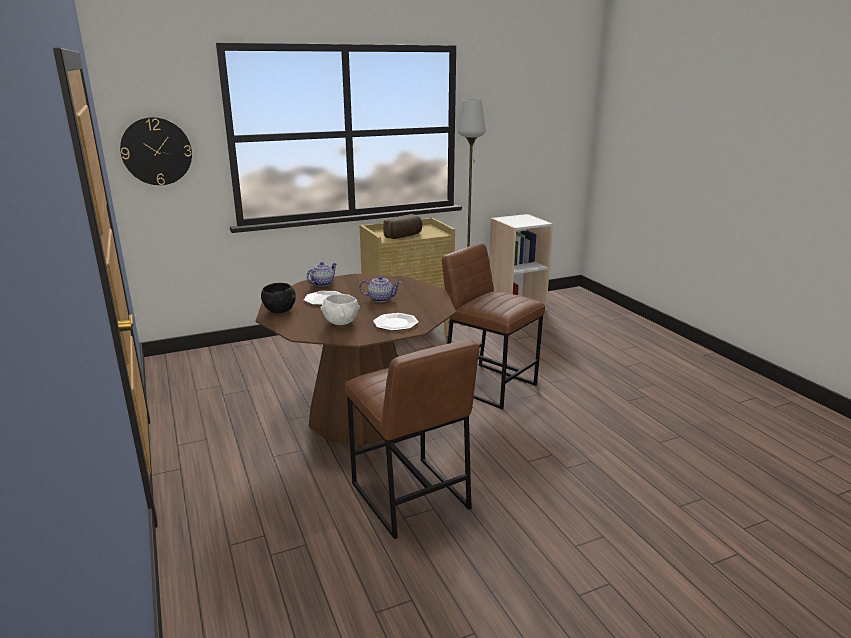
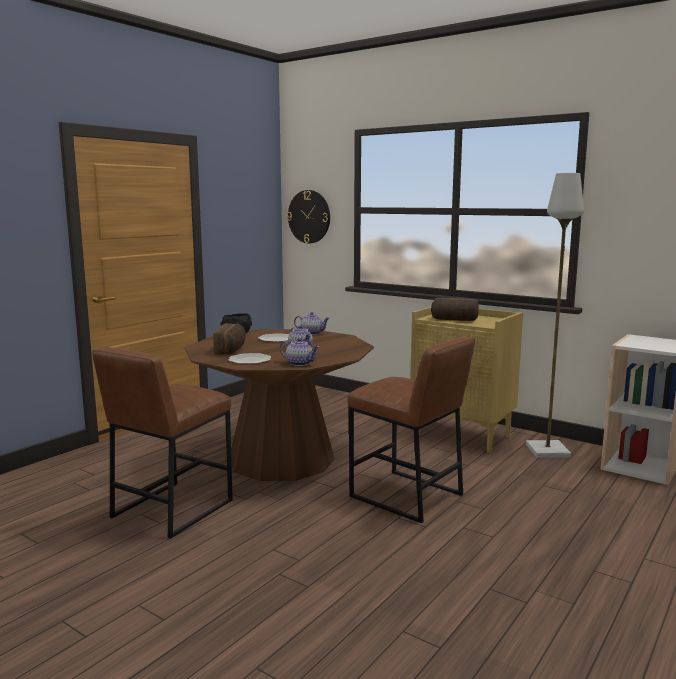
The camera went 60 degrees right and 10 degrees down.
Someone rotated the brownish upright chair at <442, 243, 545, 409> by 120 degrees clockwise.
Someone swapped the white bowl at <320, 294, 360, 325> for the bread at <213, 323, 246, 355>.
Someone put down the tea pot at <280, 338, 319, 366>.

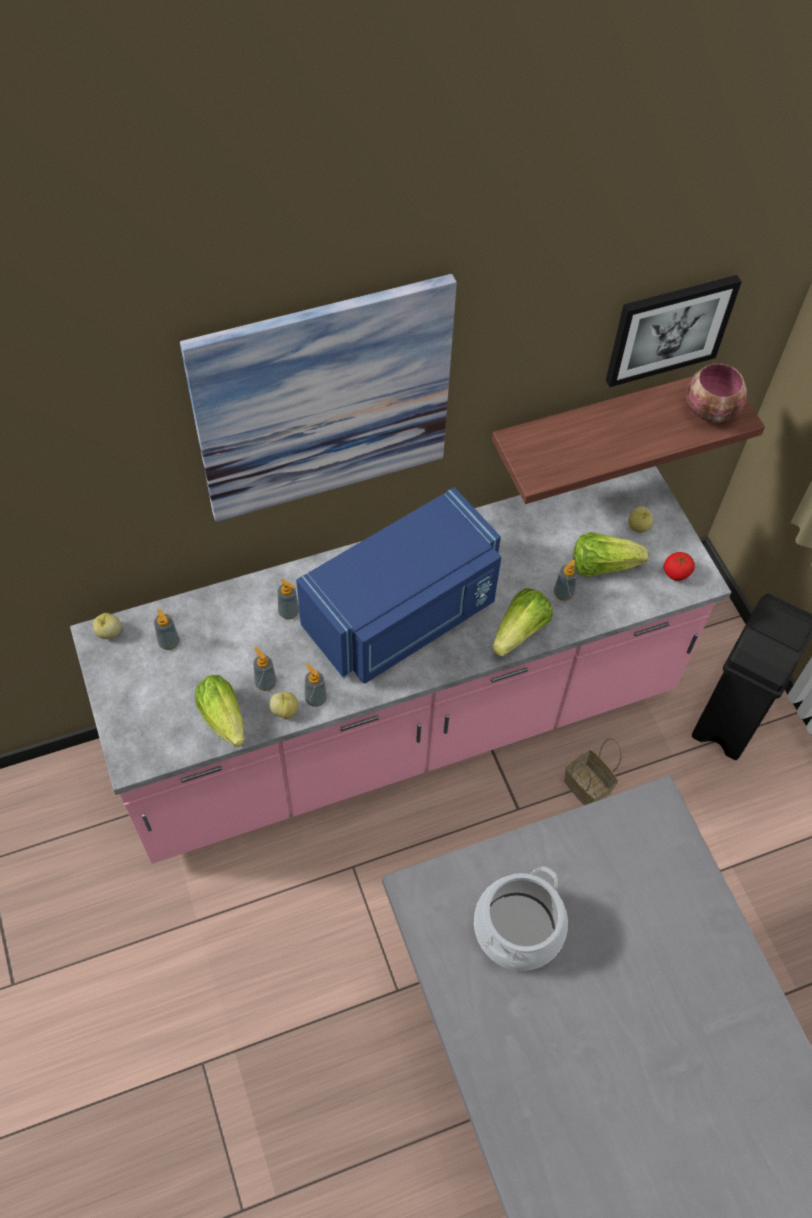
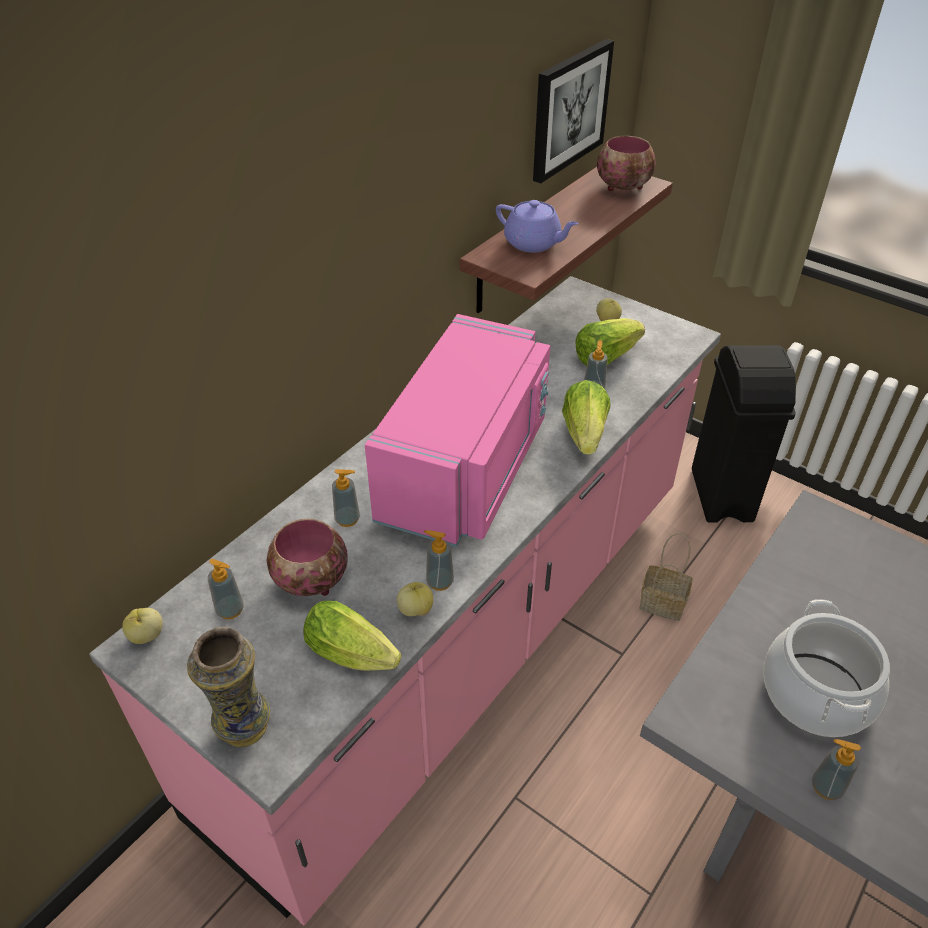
The camera went 30 degrees left and 15 degrees down.
Someone took away the picture at <180, 274, 457, 522>.
Someone repainted the blue microwave oven at <296, 487, 501, 683>, which became the pink microwave oven at <365, 314, 550, 547>.
Someone took away the fresh tomato at <663, 552, 695, 581>.
Someone carried the soap dispenser from <253, 647, 277, 691> to <812, 739, 861, 800>.
Someone put down the purple-coloured tea pot at <496, 200, 579, 252>.
Someone put down the bowl at <267, 518, 348, 596>.
Someone put down the vase at <187, 627, 270, 747>.

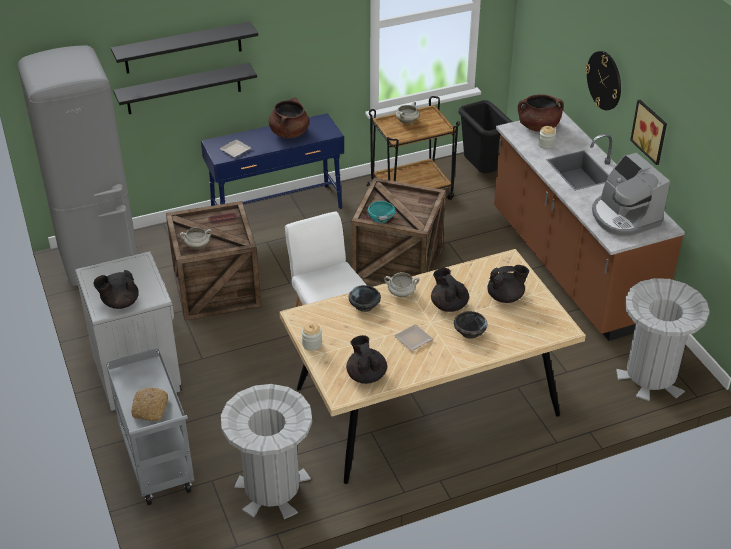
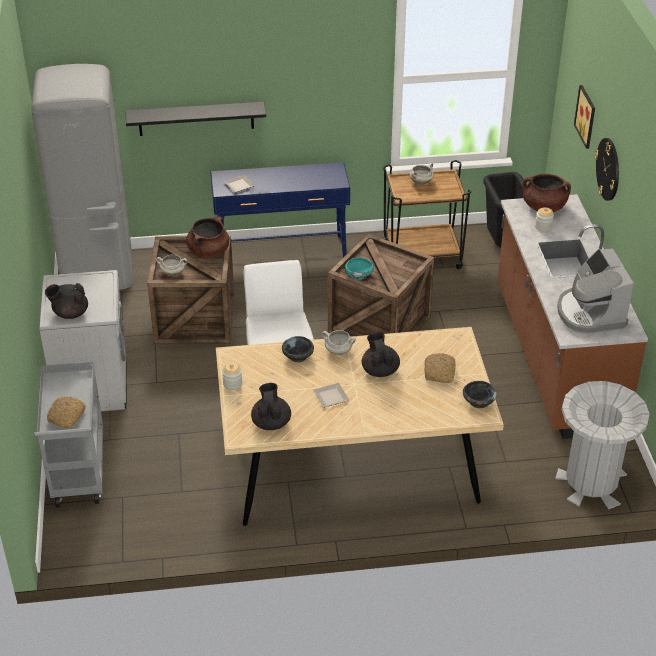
The camera went 15 degrees right and 0 degrees up.
Someone took away the black-coloured bracket shelf at <111, 22, 258, 74>.
Someone carried the brownish stockpot from <269, 98, 309, 138> to <186, 216, 229, 259>.
Someone carried the picture from <630, 100, 667, 165> to <574, 85, 595, 149>.
Someone swapped the black-coloured tea pot at <487, 265, 529, 303> for the bread at <424, 353, 456, 383>.
Someone carried the black-coloured bowl from <454, 311, 487, 339> to <463, 381, 497, 408>.
Someone took away the gray rubbish bin at <221, 384, 312, 519>.

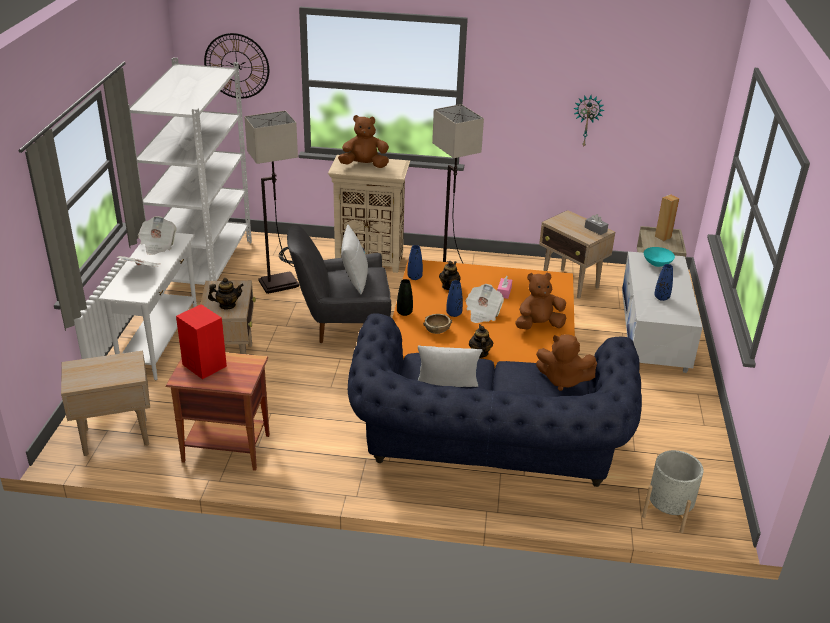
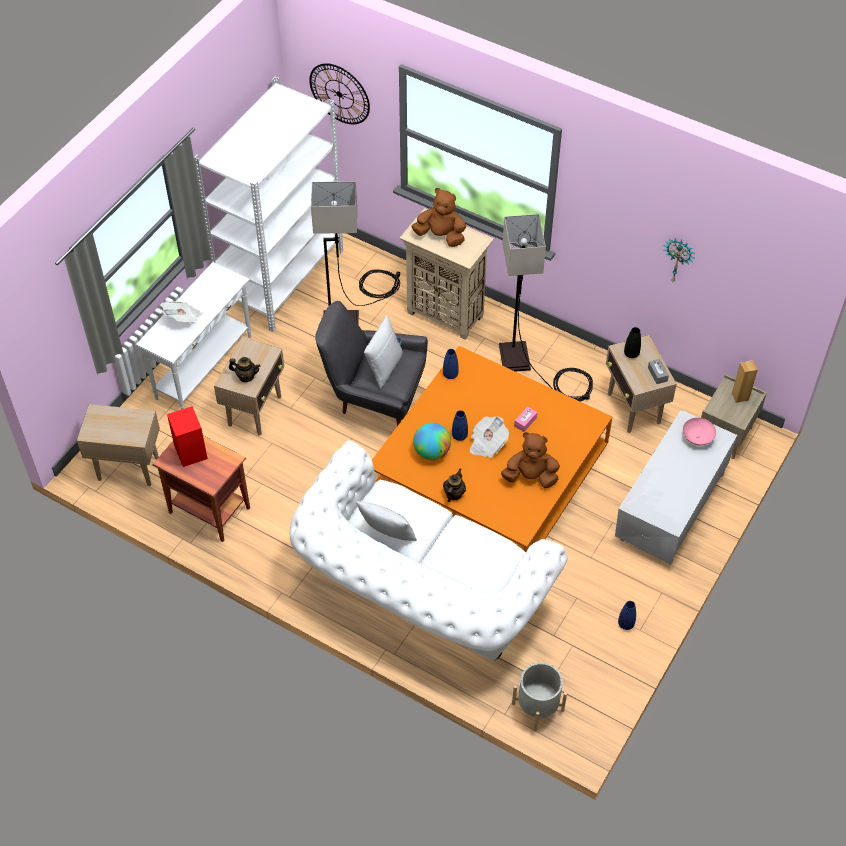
The camera went 25 degrees right and 20 degrees up.
Someone took away the daily paper at <138, 216, 177, 255>.
Someone repainted the turquoise bowl at <644, 247, 675, 267>, which became the pink bowl at <683, 418, 716, 445>.
Someone took away the tea pot at <439, 261, 461, 290>.
Someone carried the blue vase from <654, 264, 673, 301> to <618, 601, 636, 630>.
Someone carried the black-coloured vase from <397, 279, 413, 316> to <624, 327, 641, 358>.
Someone repainted the blue settee at <348, 313, 642, 487>, which became the white settee at <290, 440, 568, 660>.
Someone swapped the brownish bowl at <423, 314, 452, 334> for the desk globe at <413, 423, 451, 460>.
Someone took away the brownish plush toy at <536, 334, 597, 391>.

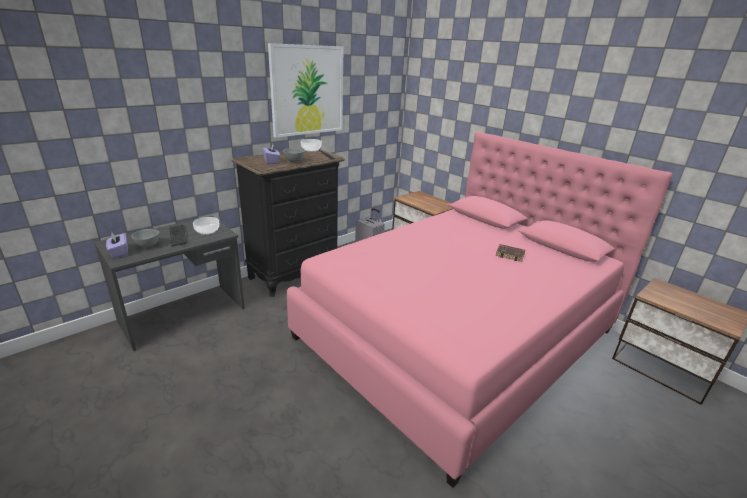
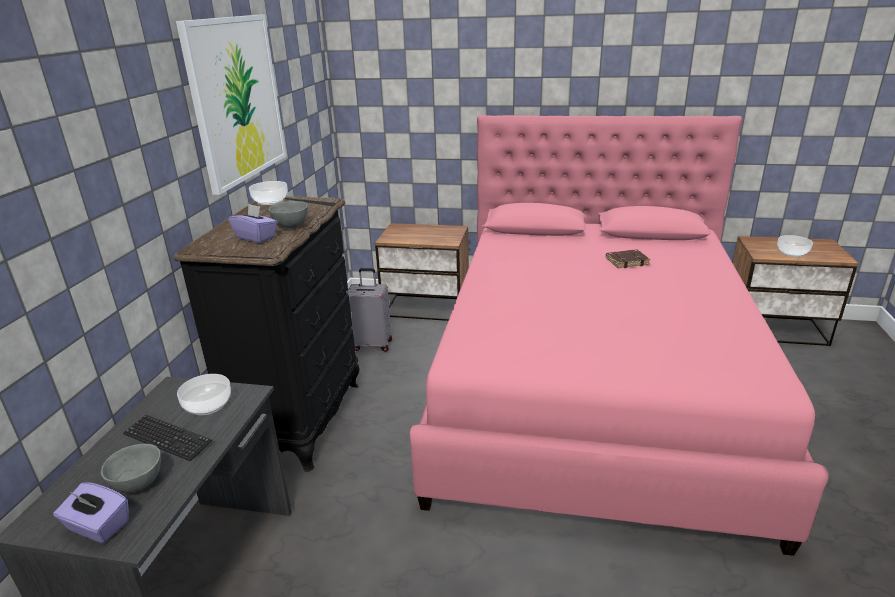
The camera went 35 degrees left and 0 degrees up.
Someone put down the bowl at <777, 235, 813, 257>.

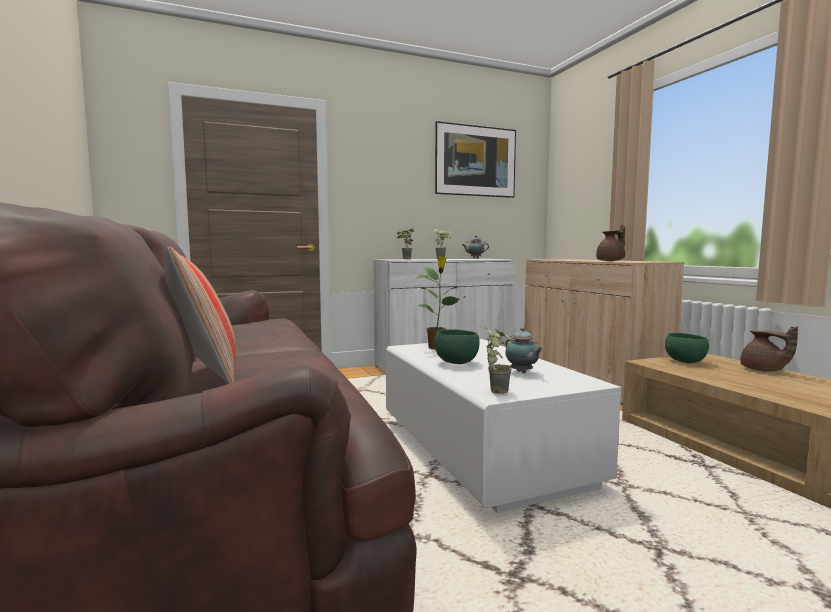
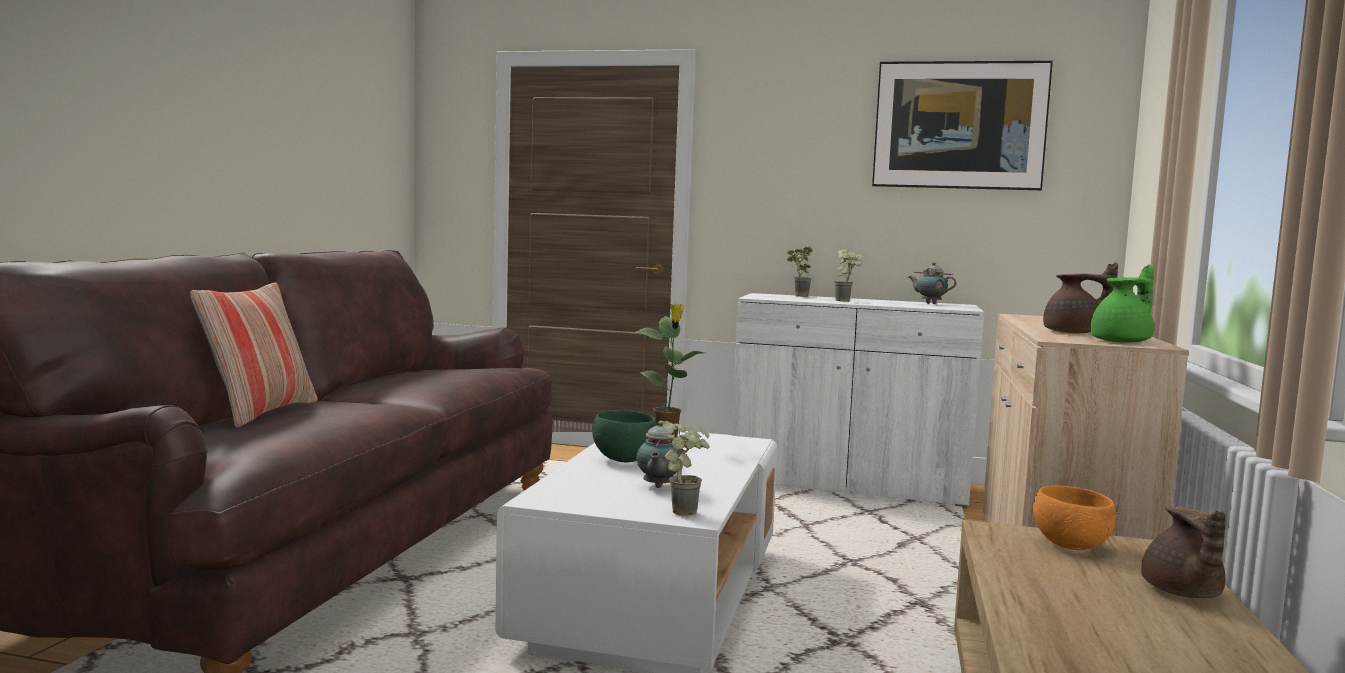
The camera went 35 degrees right and 0 degrees up.
Someone carried the potted plant from <483, 327, 512, 394> to <662, 421, 710, 516>.
Someone repainted the greenish bowl at <665, 333, 709, 363>, which became the orange bowl at <1033, 486, 1116, 550>.
Someone put down the greenish tea pot at <1090, 265, 1154, 343>.

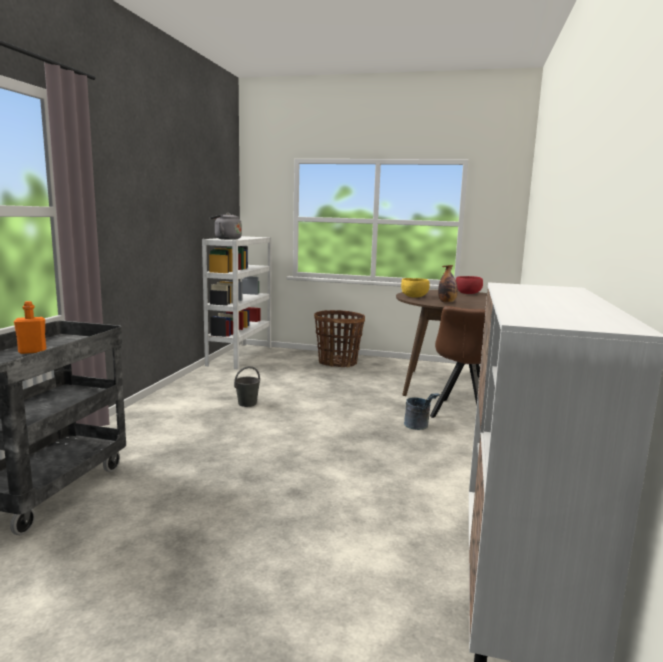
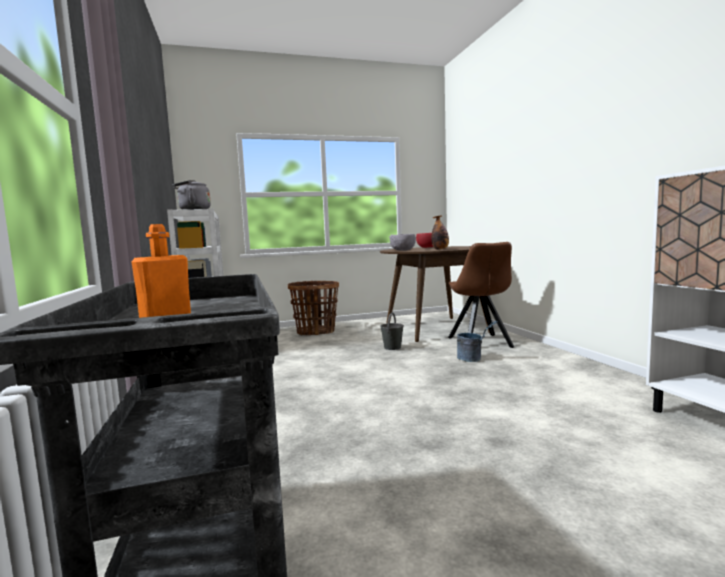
The camera went 30 degrees left and 5 degrees down.
Someone repainted the yellowish bowl at <401, 278, 430, 298>, which became the gray bowl at <389, 234, 416, 251>.
Someone carried the gray bucket from <234, 366, 260, 407> to <380, 312, 404, 350>.

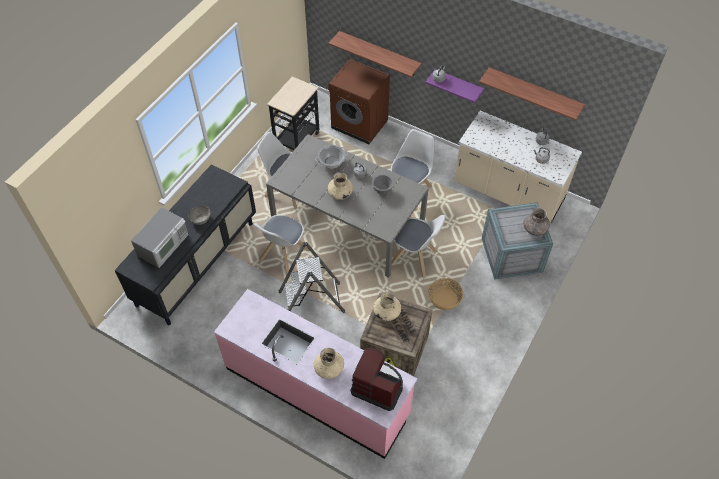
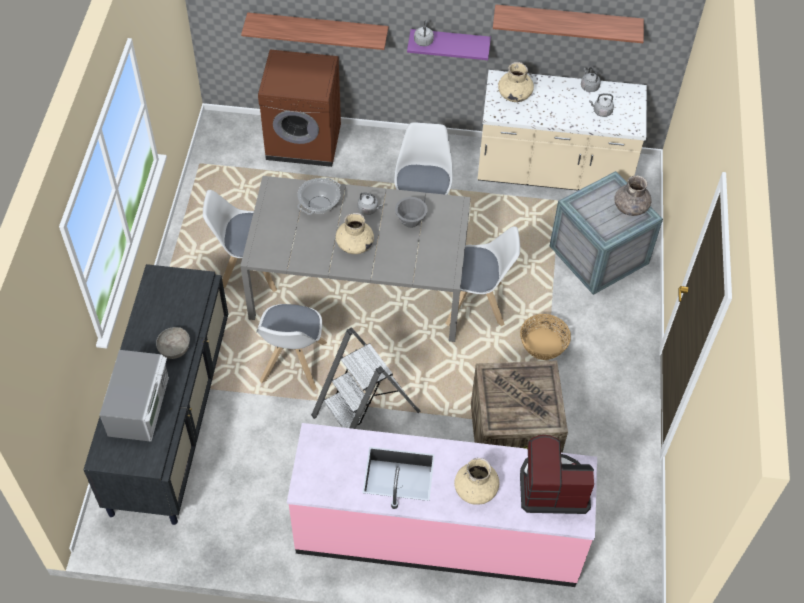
The camera went 25 degrees left and 0 degrees up.
Someone took away the cart at <267, 77, 319, 150>.
Someone carried the beige vase from <373, 292, 401, 321> to <498, 62, 534, 102>.

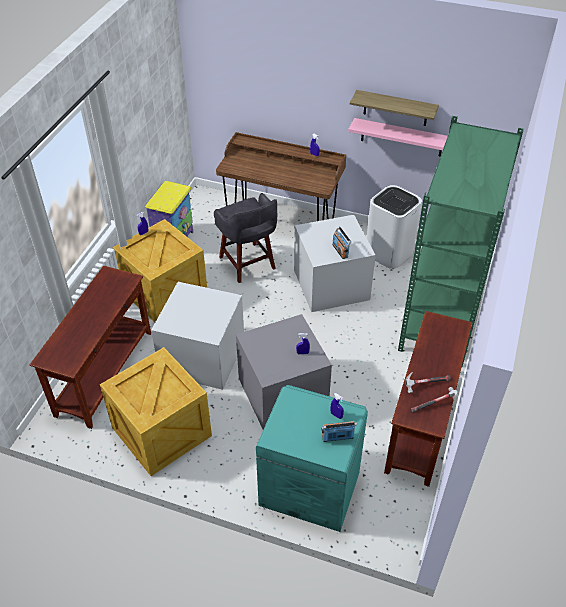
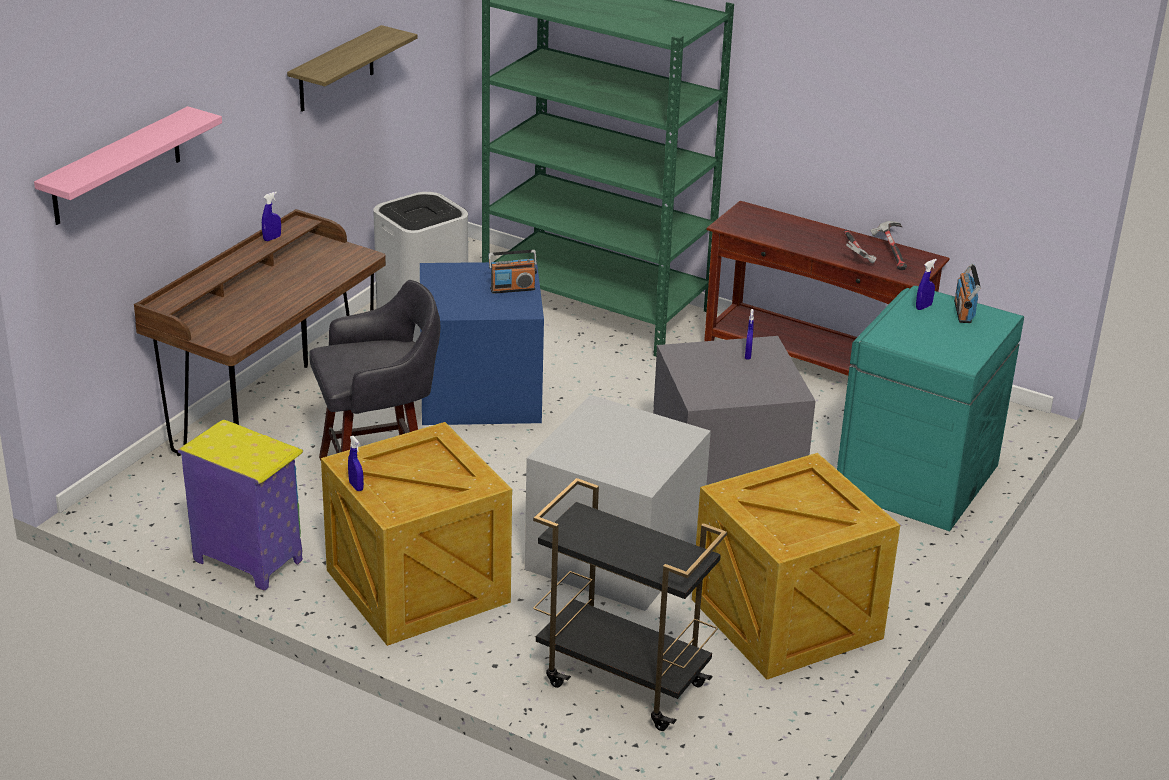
The camera went 80 degrees left and 15 degrees down.
Someone carried the pink bracket shelf from <348, 118, 448, 157> to <34, 106, 222, 225>.
Someone repainted the gray storage box at <294, 215, 376, 312>, which became the blue storage box at <420, 262, 544, 425>.
Someone swapped the brownish narrow table at <30, 266, 151, 429> for the black-coloured cart at <533, 478, 727, 731>.

